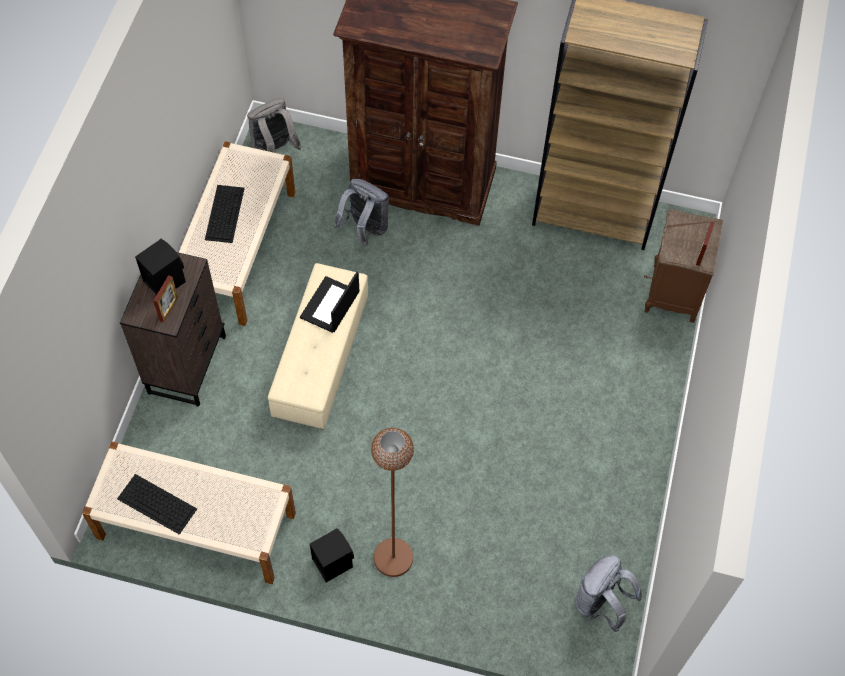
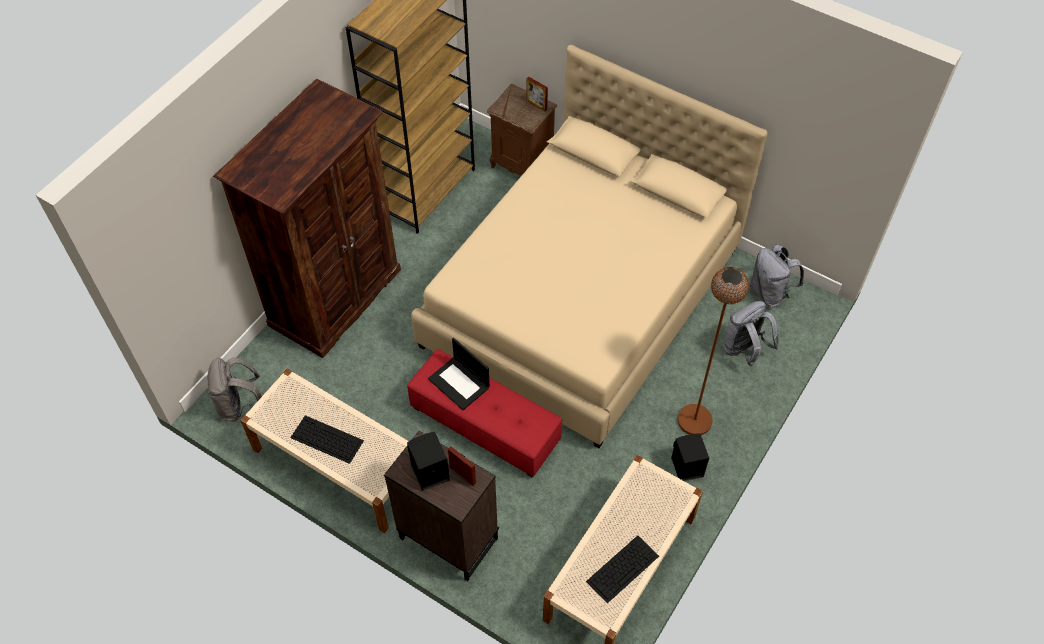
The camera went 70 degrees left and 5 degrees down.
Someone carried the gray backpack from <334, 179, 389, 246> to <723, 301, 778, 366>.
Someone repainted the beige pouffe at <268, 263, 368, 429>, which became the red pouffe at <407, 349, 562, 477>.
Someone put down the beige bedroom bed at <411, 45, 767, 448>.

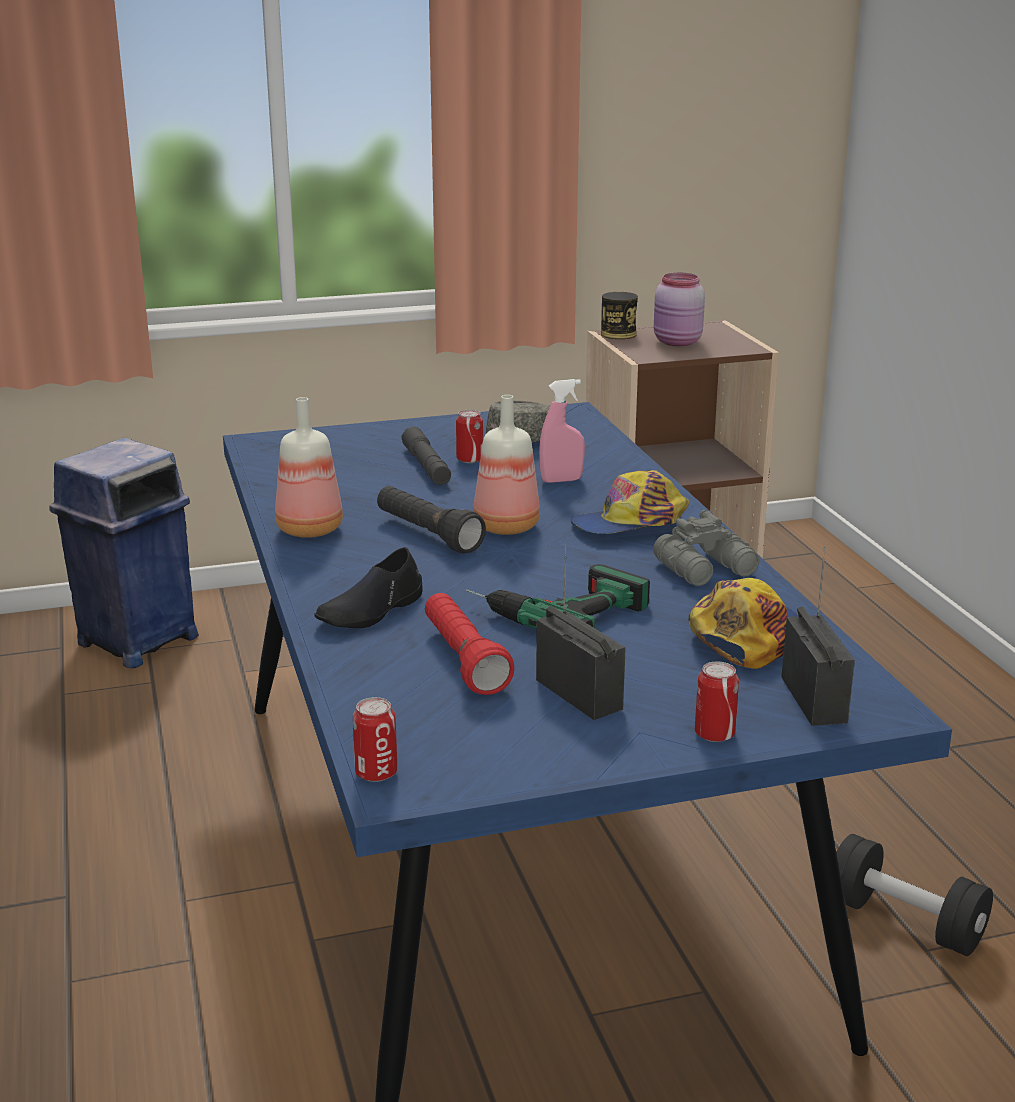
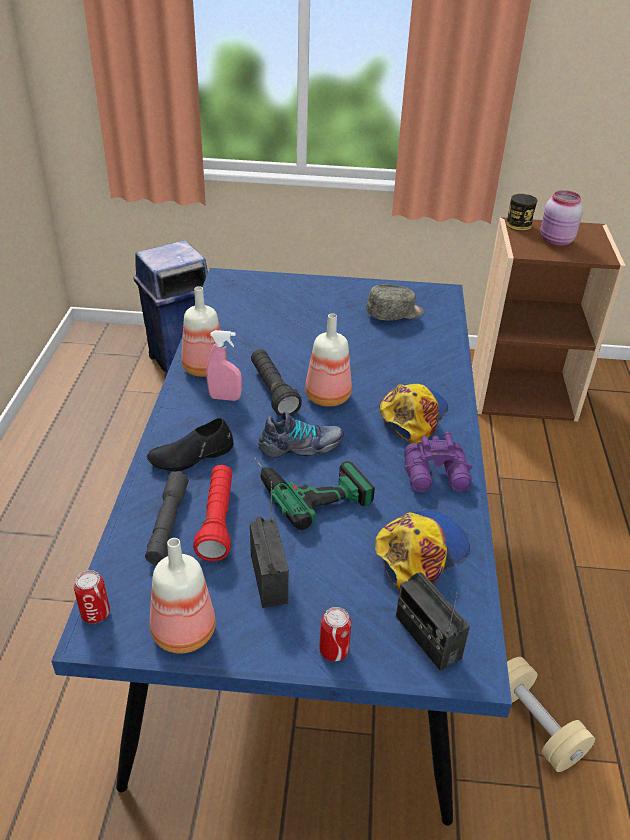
The camera went 20 degrees right and 15 degrees up.
Someone carried the pink hand sprayer from <539, 379, 585, 483> to <206, 330, 242, 401>.
Someone took away the sealed can at <456, 410, 483, 463>.
Someone carried the gray torch from <401, 426, 451, 485> to <145, 471, 189, 564>.
Someone rotated the baseball cap at <571, 470, 689, 534> by 120 degrees clockwise.
Someone repainted the gray field glasses at <653, 510, 759, 586>, which became the purple-coloured field glasses at <404, 432, 472, 492>.
Someone rotated the radio at <781, 547, 855, 726> by 135 degrees clockwise.
Someone repainted the black-coloured free weight at <836, 834, 993, 956>, which became the beige free weight at <507, 657, 595, 772>.
Someone put down the shoe at <258, 412, 344, 458>.
Someone put down the beverage bottle at <150, 538, 216, 654>.

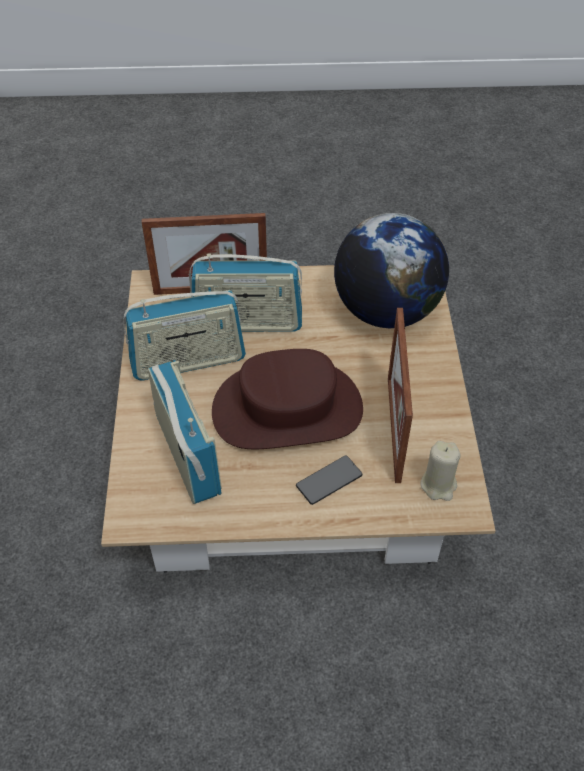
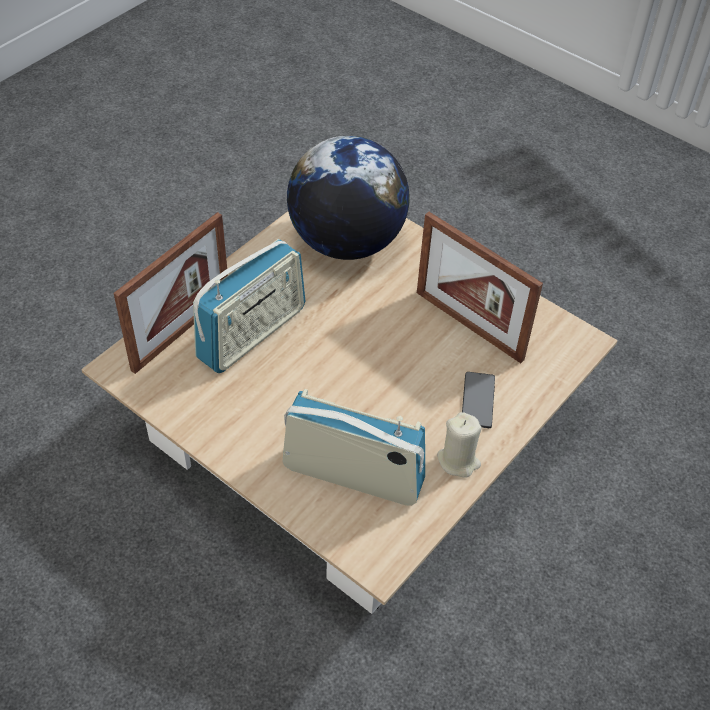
The camera went 50 degrees left and 0 degrees up.
Someone took away the radio at <123, 290, 246, 381>.
Someone took away the brownish hat at <212, 349, 363, 449>.
Someone carried the beige candle from <420, 441, 460, 501> to <437, 412, 481, 478>.

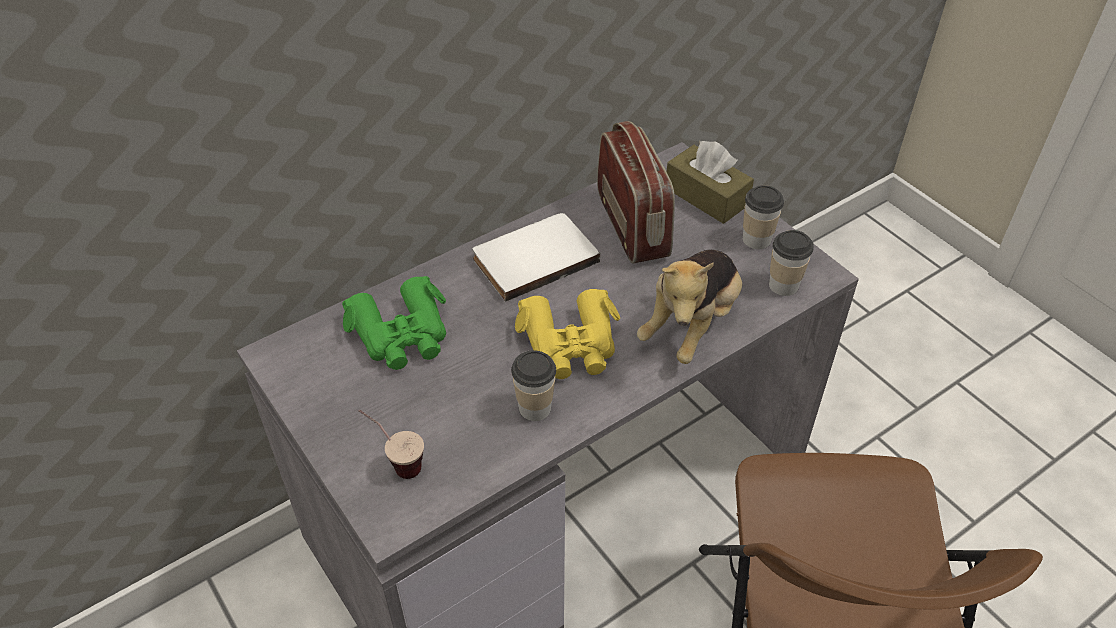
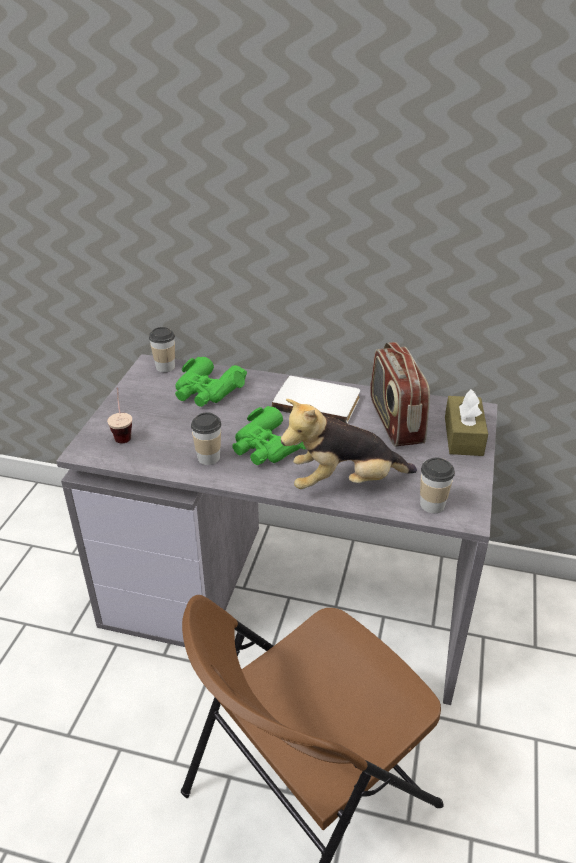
The camera went 50 degrees right and 10 degrees down.
Someone rotated the radio at <597, 121, 675, 264> by 135 degrees clockwise.
Someone carried the small cup from <743, 185, 784, 249> to <149, 327, 175, 372>.
Someone repainted the yellowish field glasses at <515, 289, 620, 379>, which became the greenish field glasses at <232, 406, 306, 465>.

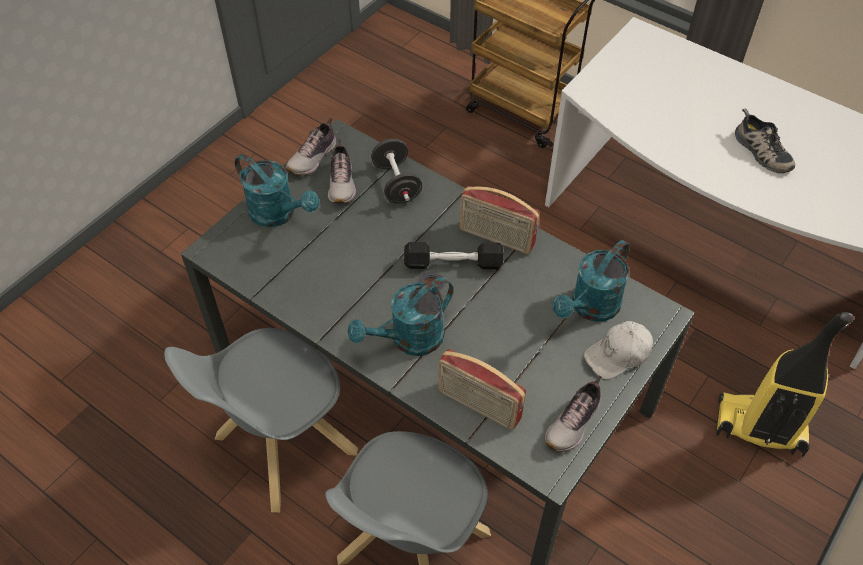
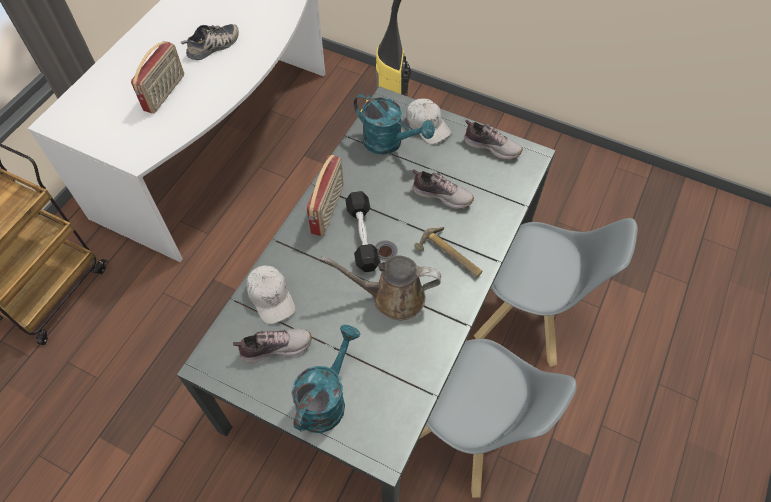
The camera went 100 degrees left and 5 degrees up.
Someone carried the shoe from <286, 118, 336, 175> to <413, 169, 474, 209>.
Someone swapped the black-coloured free weight at <371, 139, 422, 204> for the white baseball cap at <247, 265, 295, 324>.
Someone swapped the turquoise sprinkling can at <348, 277, 453, 356> for the hammer at <414, 227, 482, 277>.
Someone carried the radio from <438, 349, 526, 430> to <131, 41, 184, 114>.
Someone put down the brownish sprinkling can at <321, 256, 441, 320>.

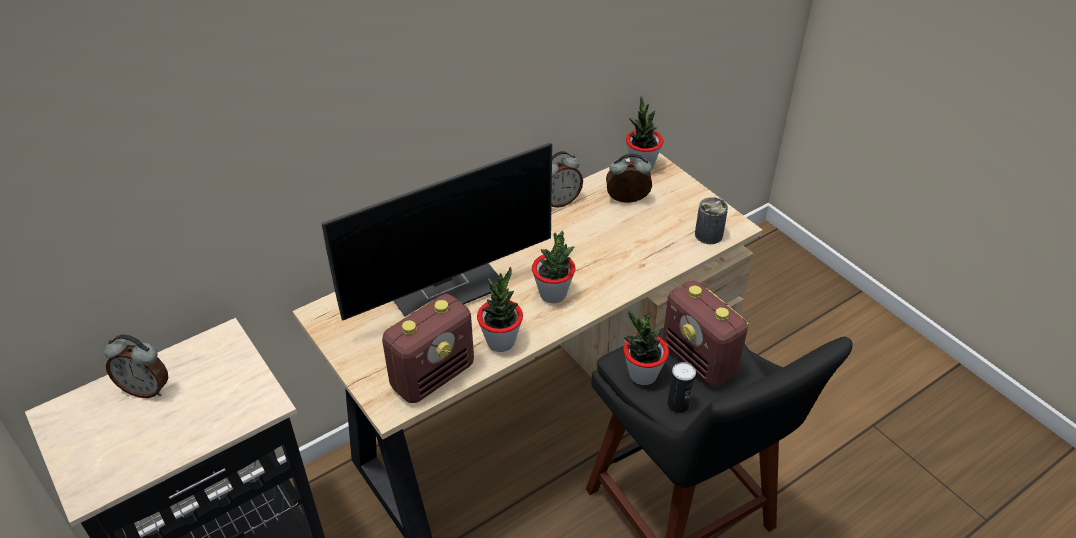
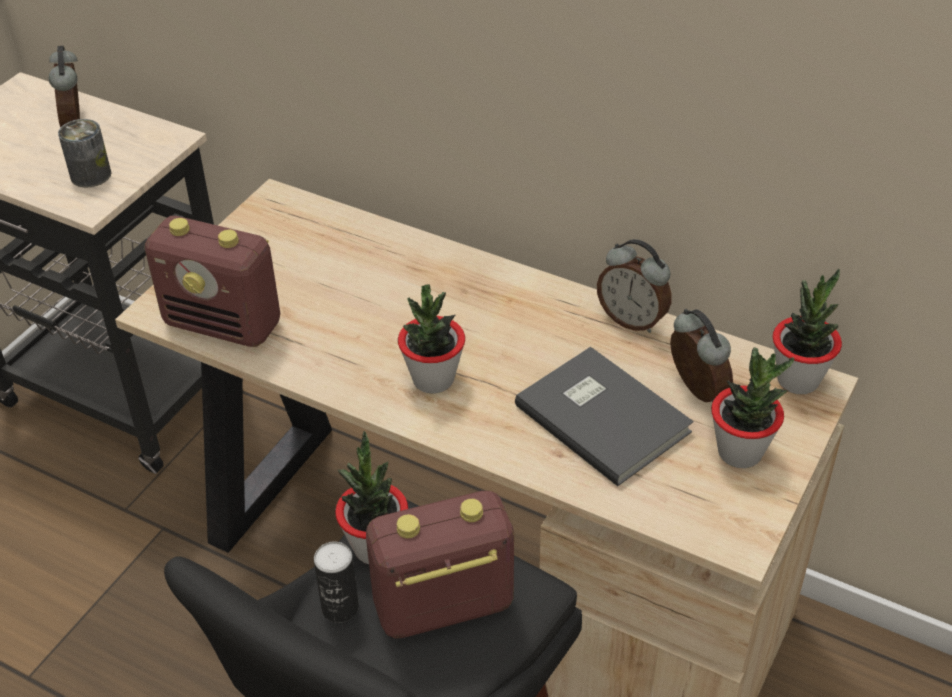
The camera went 65 degrees right and 0 degrees up.
Someone took away the computer screen at <322, 142, 552, 320>.
Someone carried the sealed can from <695, 197, 728, 244> to <58, 119, 111, 187>.
Someone carried the potted plant from <477, 267, 523, 352> to <711, 347, 794, 468>.
Someone rotated the radio at <662, 280, 749, 387> by 45 degrees clockwise.
Someone put down the gray bound book at <515, 347, 694, 486>.

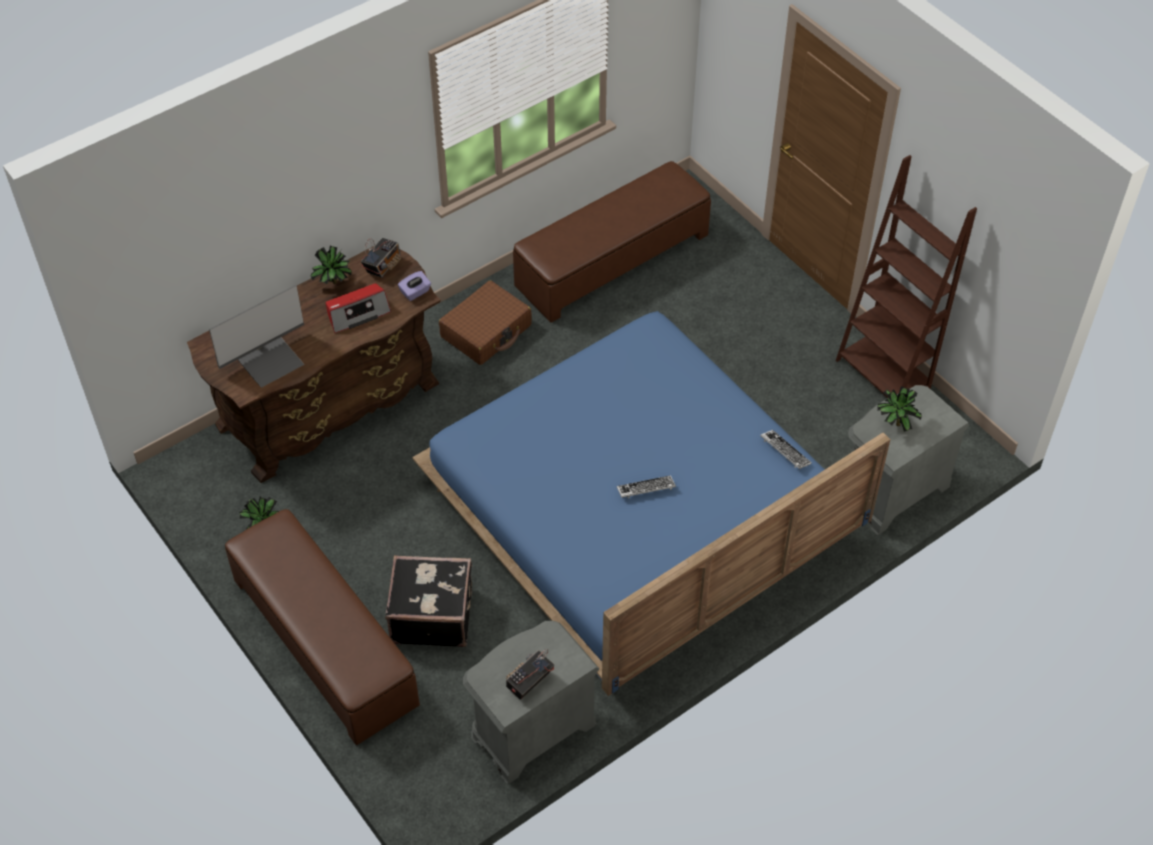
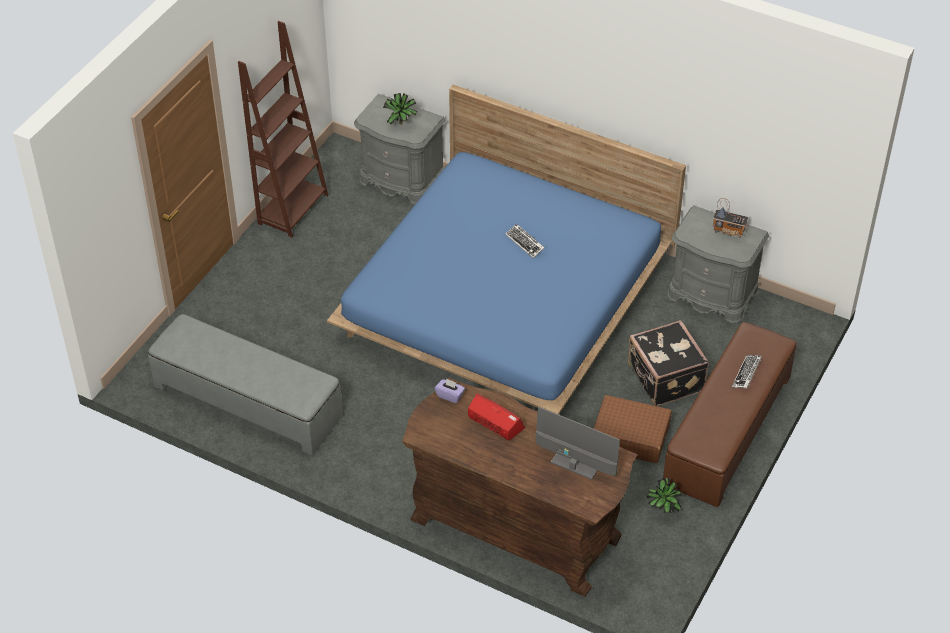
The camera went 115 degrees left and 5 degrees down.
Someone repainted the brownish bench at <513, 161, 711, 322>, which became the gray bench at <148, 314, 343, 455>.
Someone took away the radio at <361, 238, 402, 278>.
Someone took away the potted plant at <311, 245, 351, 284>.
Someone carried the brownish travel case from <439, 280, 532, 365> to <594, 395, 672, 463>.
Someone carried the computer keyboard from <760, 430, 812, 469> to <732, 355, 762, 388>.

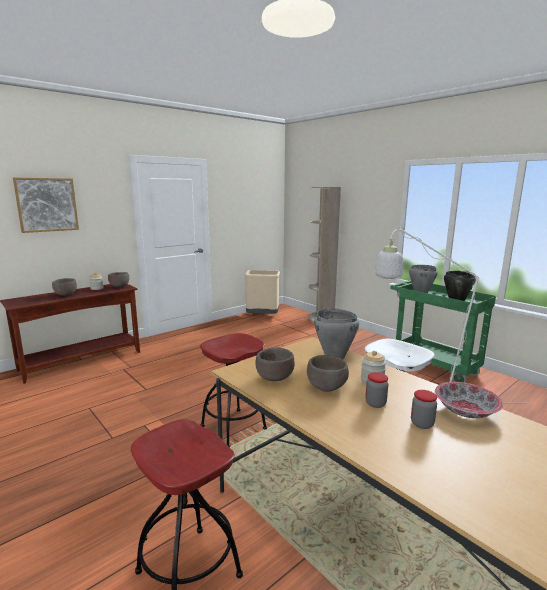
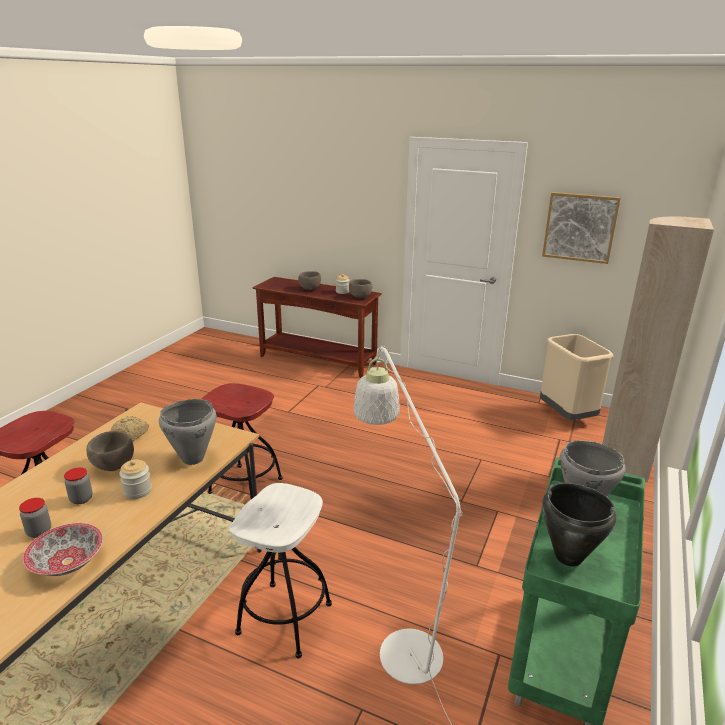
The camera went 65 degrees right and 10 degrees up.
Someone carried the picture from <13, 178, 79, 233> to <542, 192, 621, 264>.
Someone swapped the brownish bowl at <255, 347, 295, 381> for the bread at <111, 416, 149, 441>.

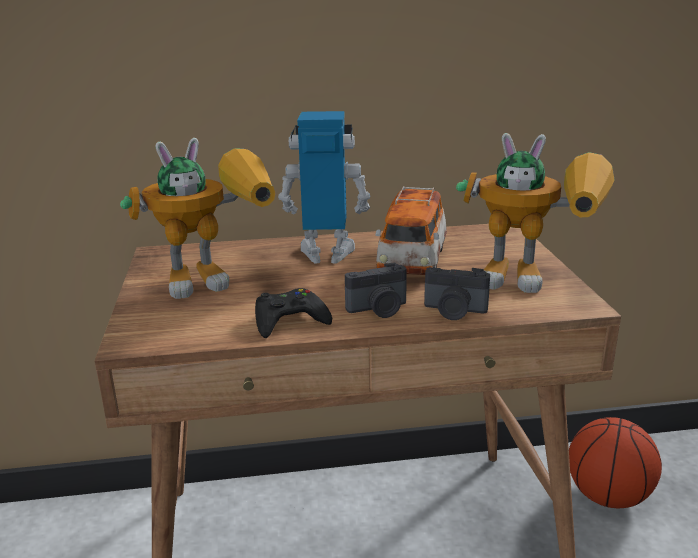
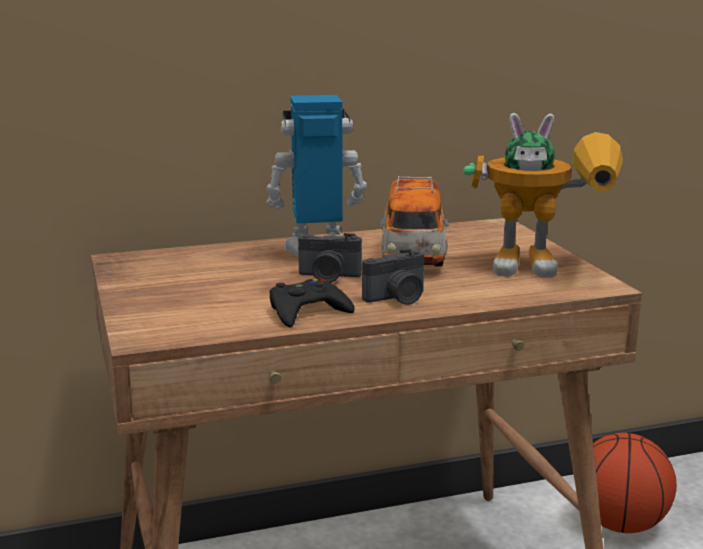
The camera went 10 degrees left and 5 degrees down.
Someone took away the robot figure at <120, 138, 276, 299>.
Someone carried the photo camera from <424, 267, 490, 320> to <298, 233, 362, 283>.

